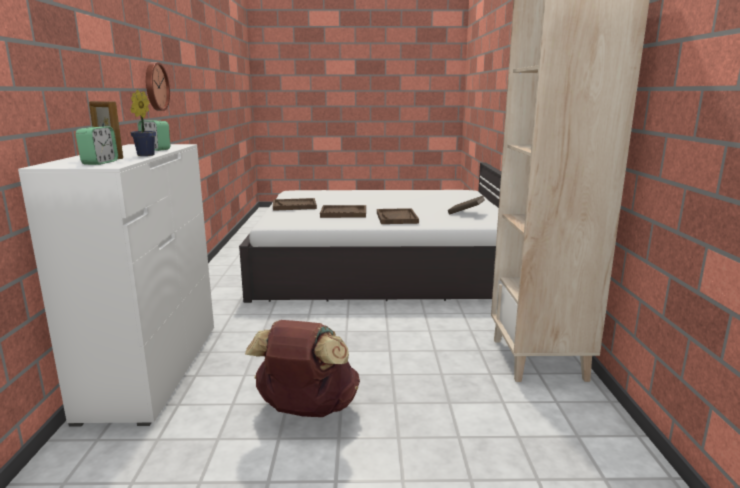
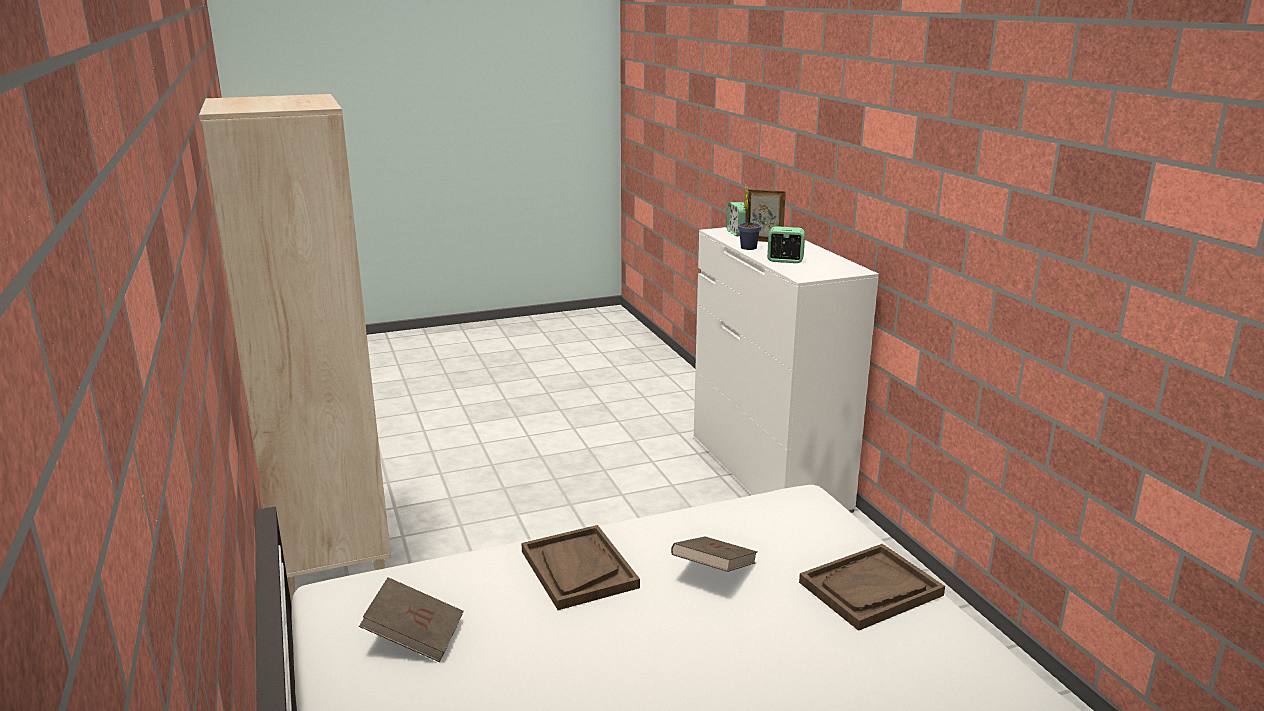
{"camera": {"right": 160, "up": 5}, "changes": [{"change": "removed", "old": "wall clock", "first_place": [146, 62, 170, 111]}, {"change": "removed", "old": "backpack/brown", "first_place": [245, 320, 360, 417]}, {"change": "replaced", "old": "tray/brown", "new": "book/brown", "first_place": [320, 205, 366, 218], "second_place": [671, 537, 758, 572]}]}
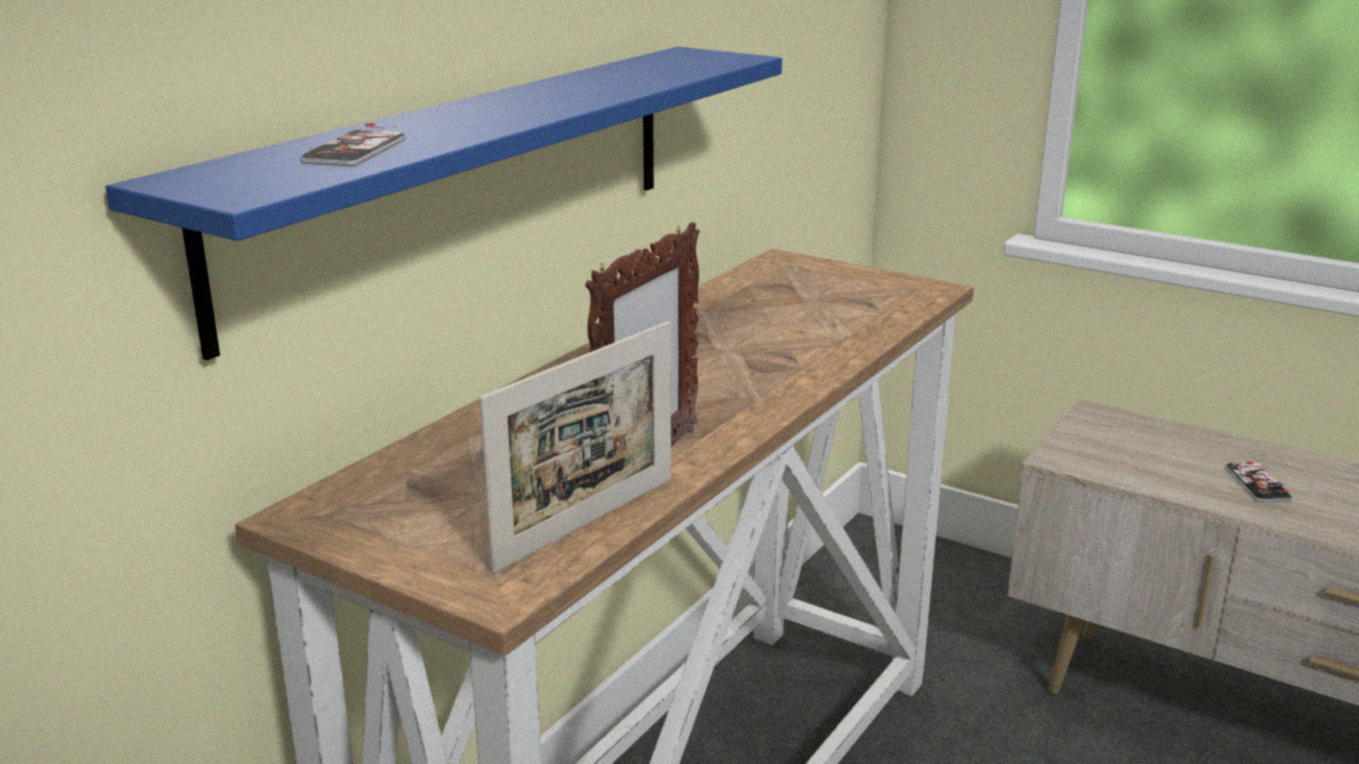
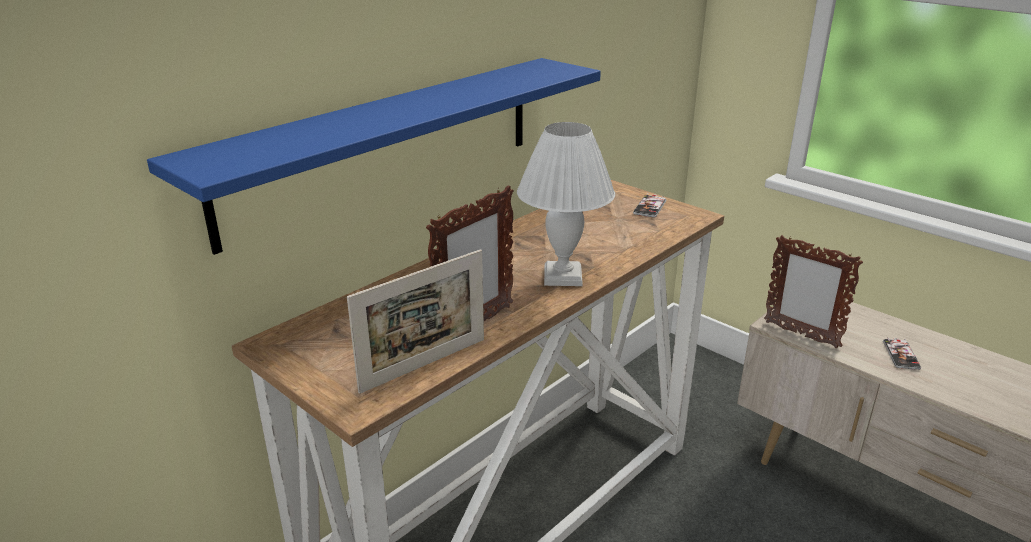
{"camera": {"right": 10, "up": 5}, "changes": [{"change": "moved", "old": "phone", "first_place": [300, 123, 406, 166], "second_place": [633, 193, 667, 218]}, {"change": "added", "new": "table lamp/white", "second_place": [517, 122, 615, 286]}, {"change": "added", "new": "picture frame", "second_place": [764, 235, 863, 349]}]}
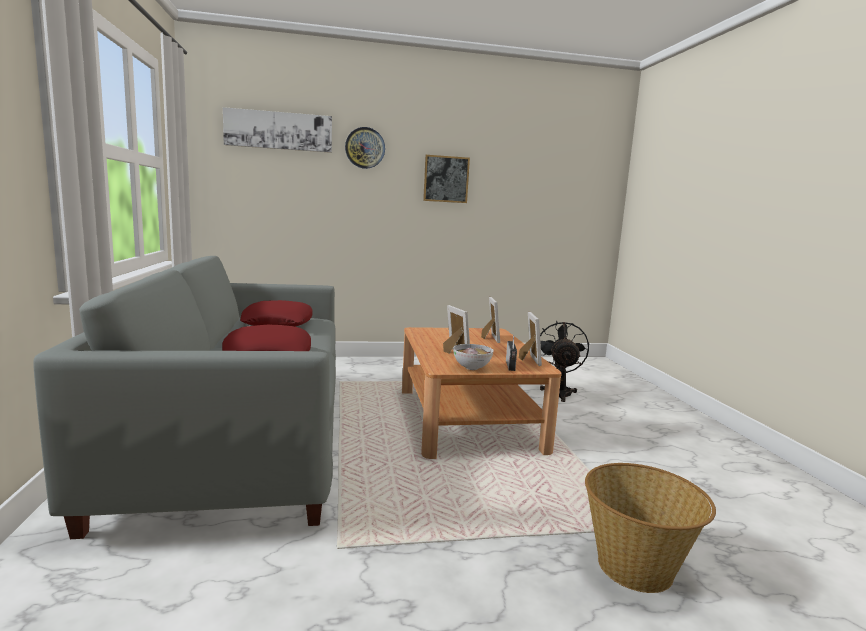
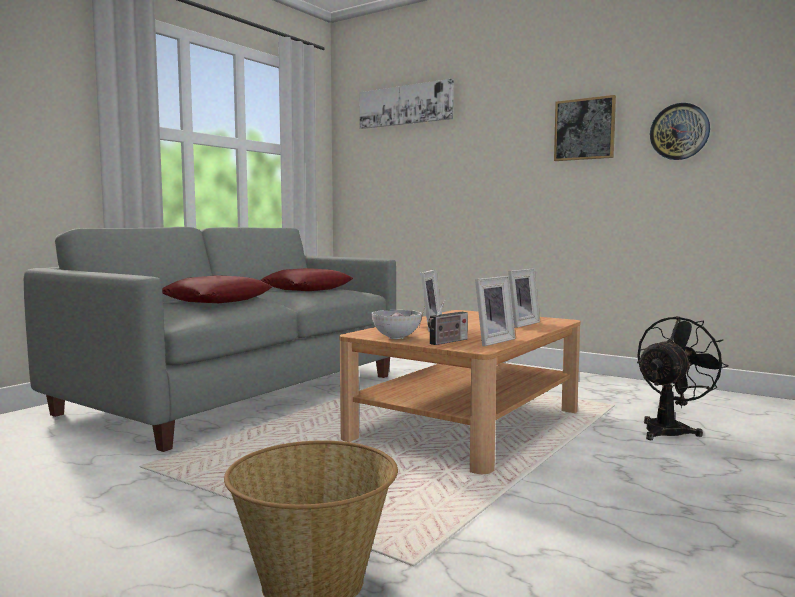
{"camera": {"right": 45, "up": -5}, "changes": [{"change": "moved", "old": "wall clock", "first_place": [345, 127, 385, 169], "second_place": [650, 103, 710, 160]}]}
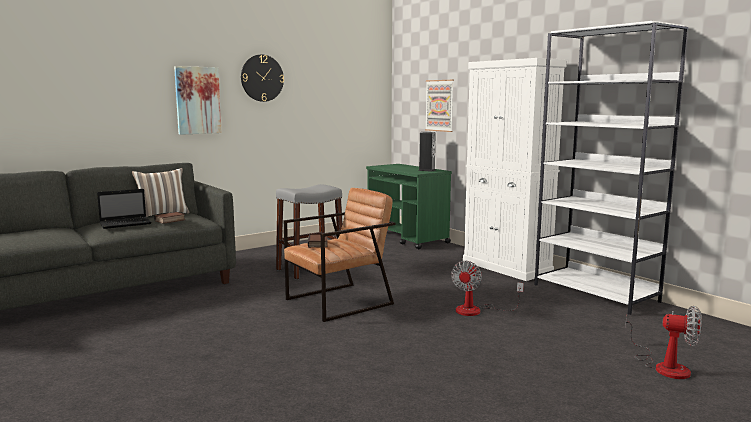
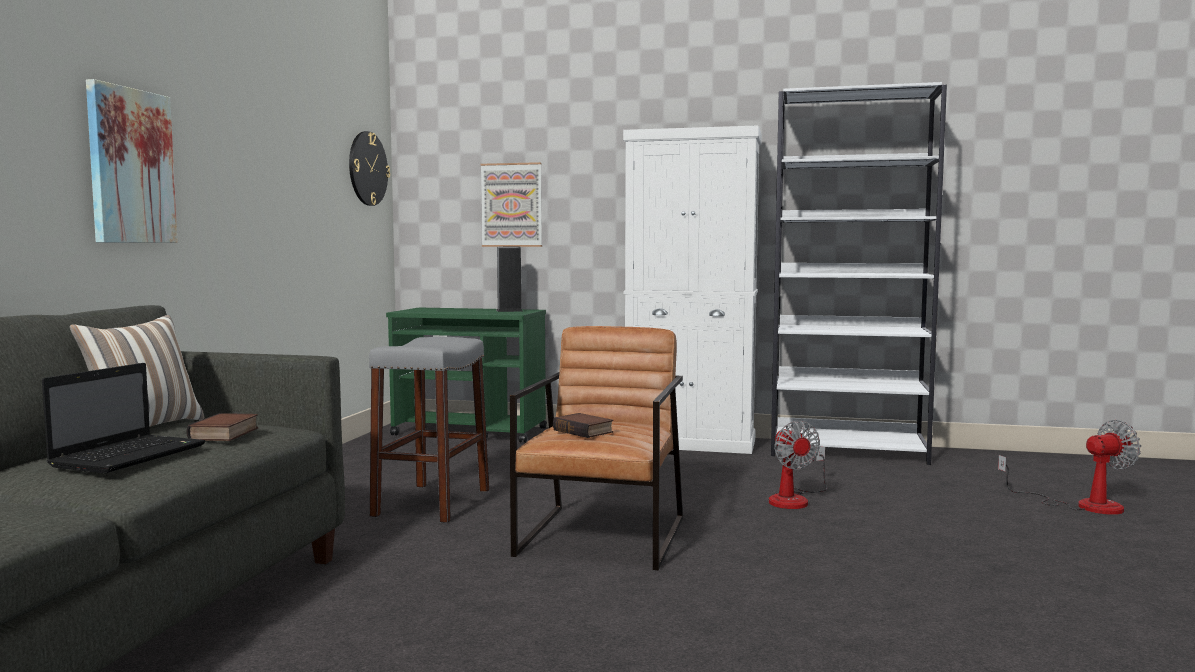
{"camera": {"right": -40, "up": -5}, "changes": [{"change": "moved", "old": "wall clock", "first_place": [241, 54, 284, 102], "second_place": [349, 131, 390, 206]}]}
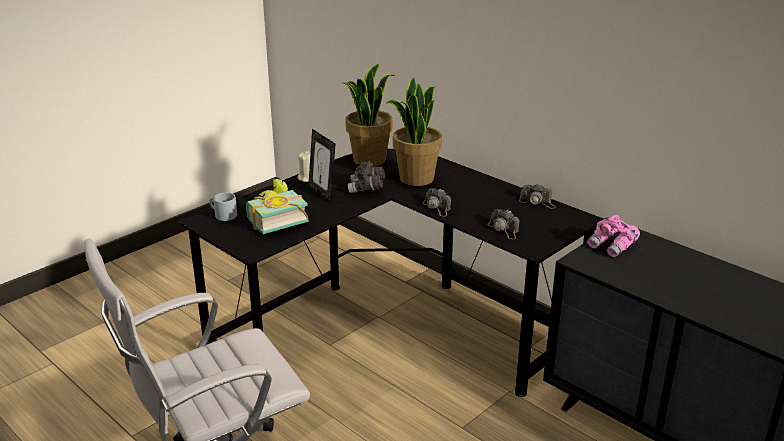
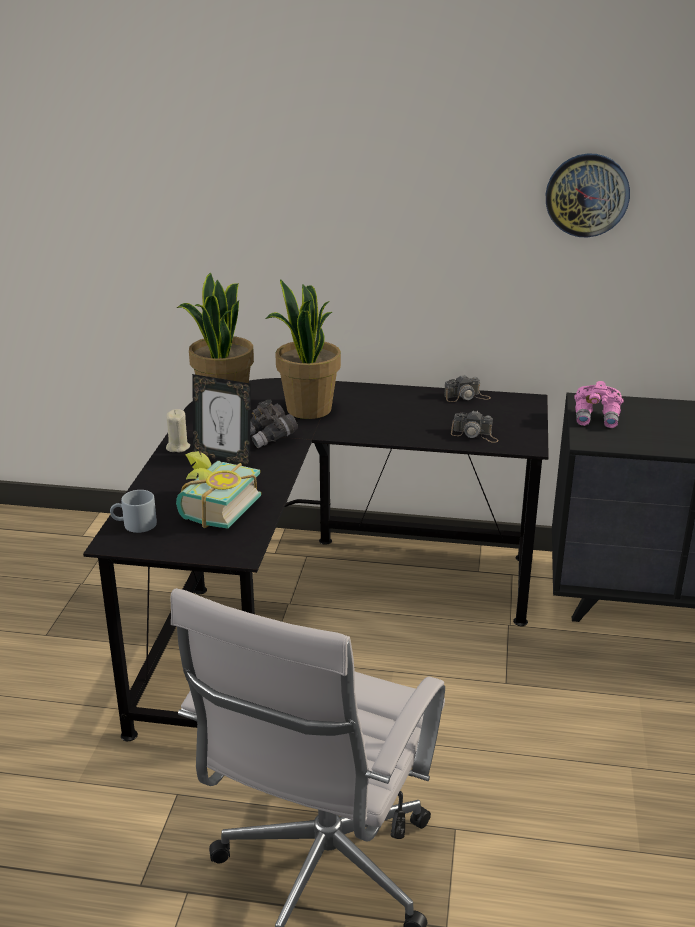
{"camera": {"right": -35, "up": 0}, "changes": [{"change": "removed", "old": "photo camera", "first_place": [422, 188, 451, 216]}, {"change": "added", "new": "wall clock", "second_place": [546, 153, 630, 238]}]}
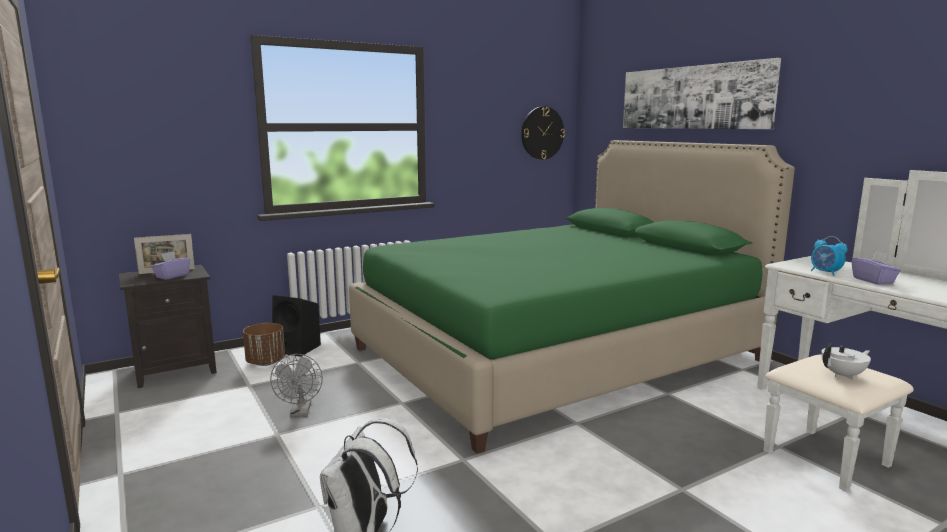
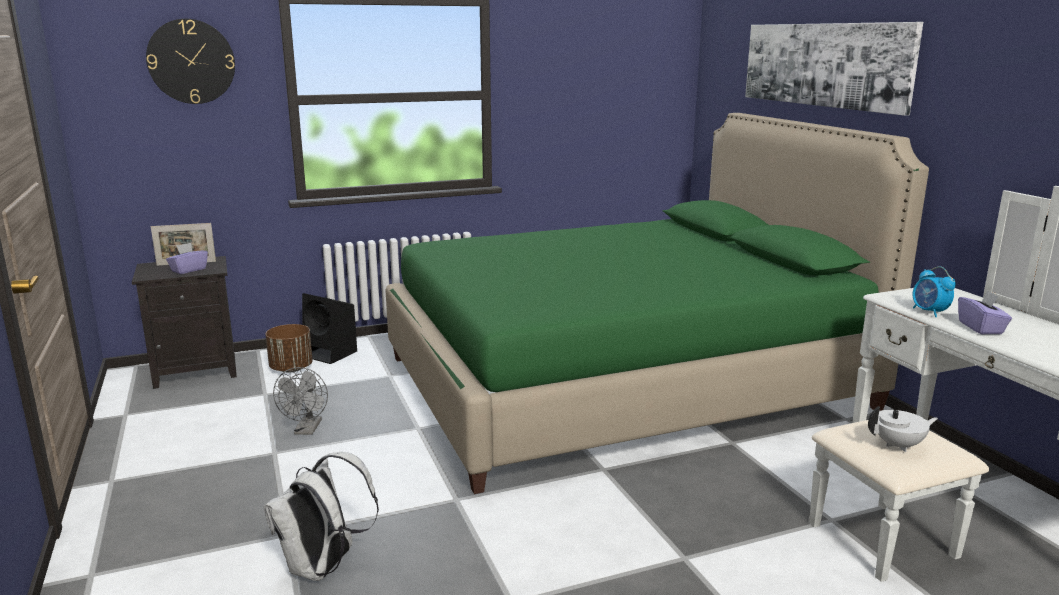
{"camera": {"right": 10, "up": 5}, "changes": [{"change": "moved", "old": "wall clock", "first_place": [521, 106, 565, 160], "second_place": [146, 19, 235, 104]}]}
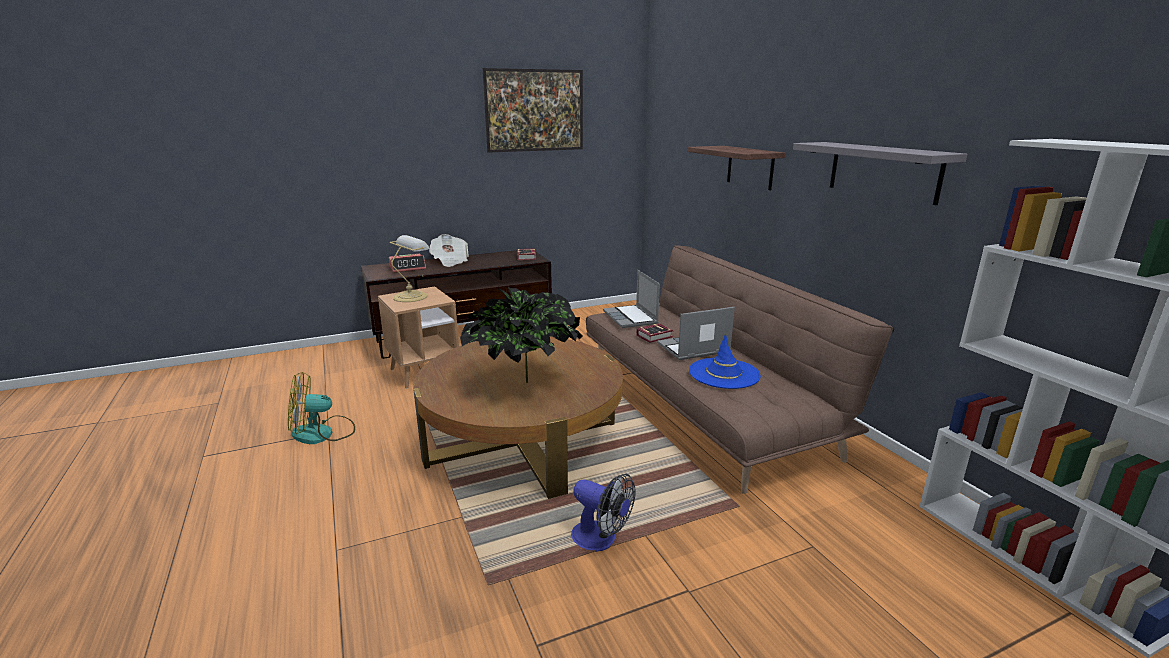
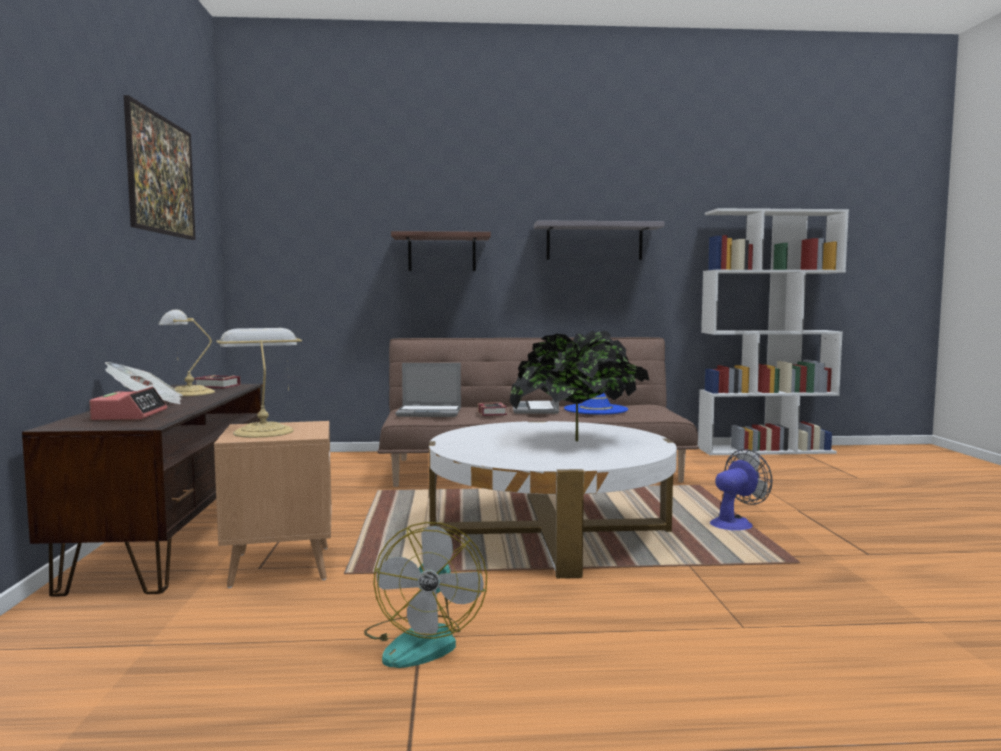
{"camera": {"right": -70, "up": -15}, "changes": [{"change": "recoloured", "old": "coffee table/brown", "new": "coffee table/white", "first_place": [413, 337, 623, 499], "second_place": [429, 421, 677, 578]}, {"change": "added", "new": "table lamp", "second_place": [158, 309, 215, 396]}]}
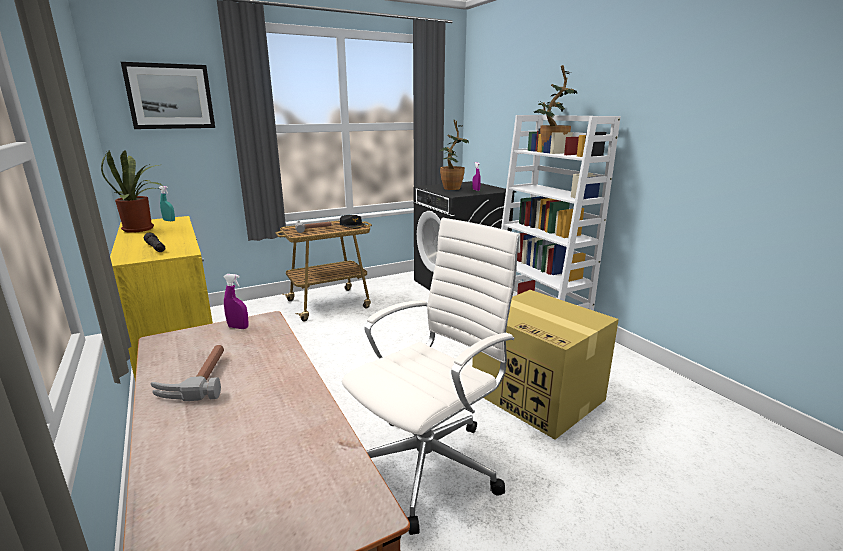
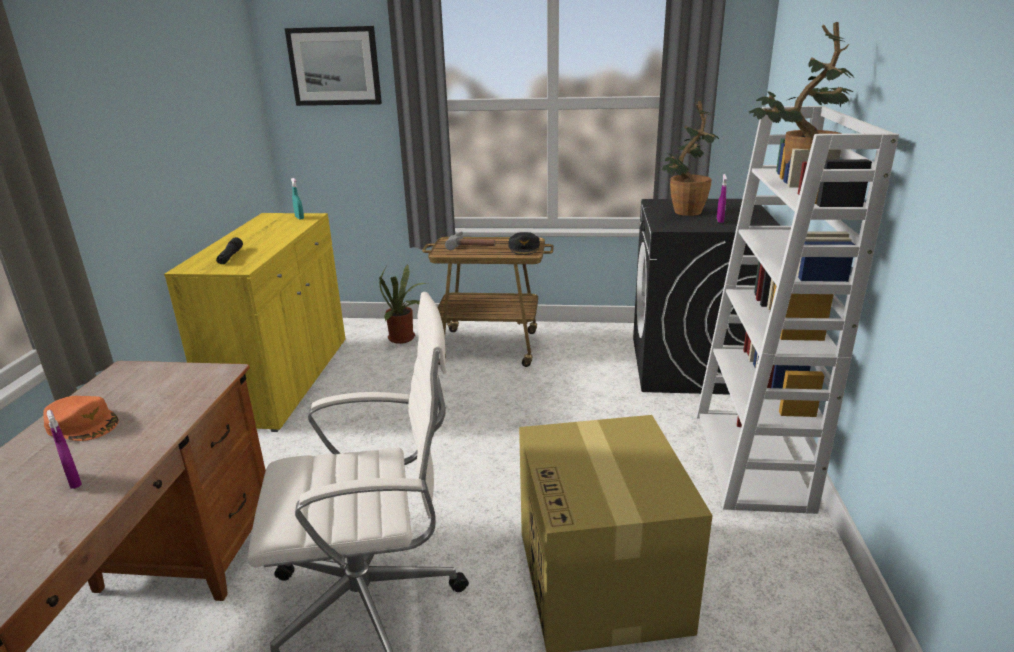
{"camera": {"right": 35, "up": 5}, "changes": [{"change": "moved", "old": "potted plant", "first_place": [101, 150, 163, 233], "second_place": [379, 264, 426, 344]}, {"change": "replaced", "old": "hammer", "new": "cap/orange", "first_place": [151, 345, 224, 401], "second_place": [43, 396, 119, 441]}, {"change": "moved", "old": "spray bottle/purple", "first_place": [223, 274, 249, 329], "second_place": [47, 410, 82, 489]}]}
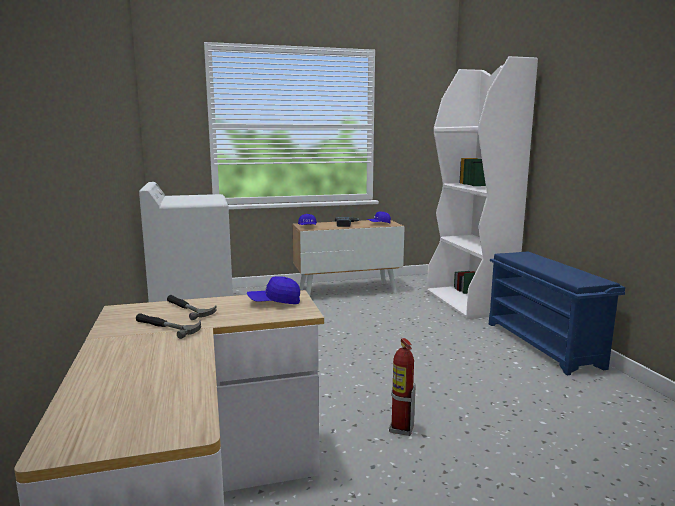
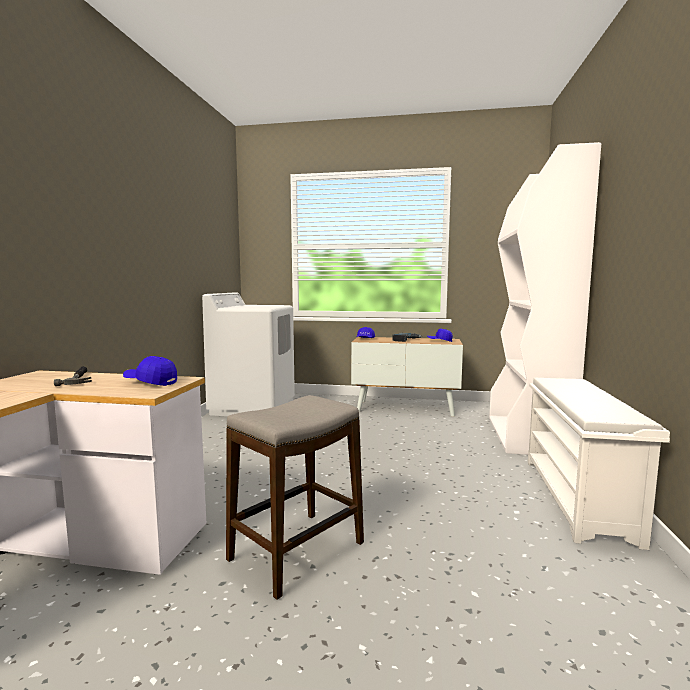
{"camera": {"right": 25, "up": -5}, "changes": [{"change": "removed", "old": "hammer", "first_place": [136, 313, 201, 339]}, {"change": "replaced", "old": "fire extinguisher", "new": "stool", "first_place": [389, 338, 416, 436], "second_place": [226, 395, 364, 600]}, {"change": "recoloured", "old": "shoe rack/blue", "new": "shoe rack/white", "first_place": [489, 252, 625, 375], "second_place": [528, 378, 670, 550]}]}
